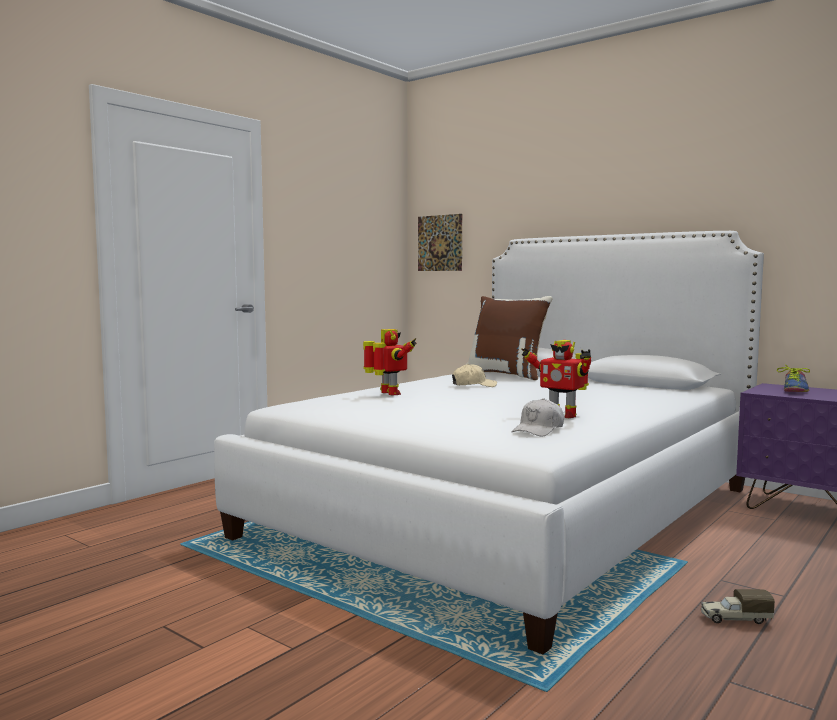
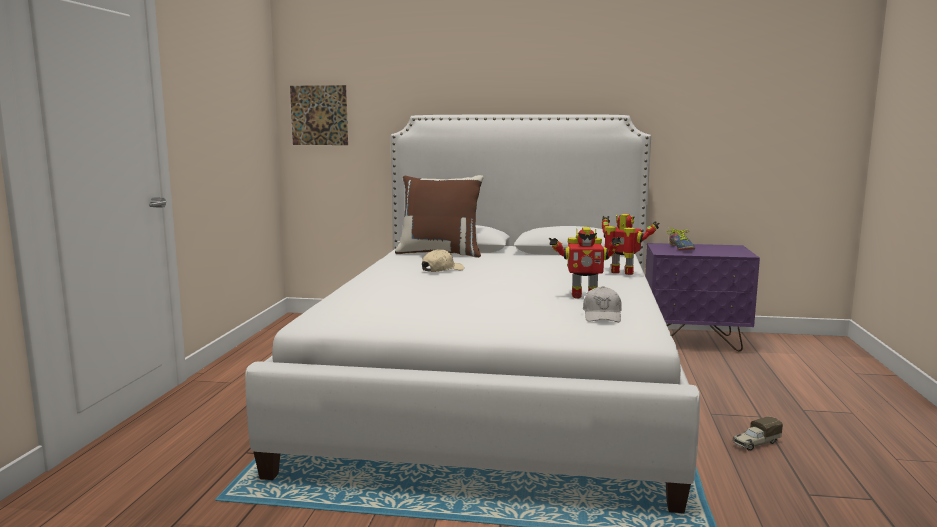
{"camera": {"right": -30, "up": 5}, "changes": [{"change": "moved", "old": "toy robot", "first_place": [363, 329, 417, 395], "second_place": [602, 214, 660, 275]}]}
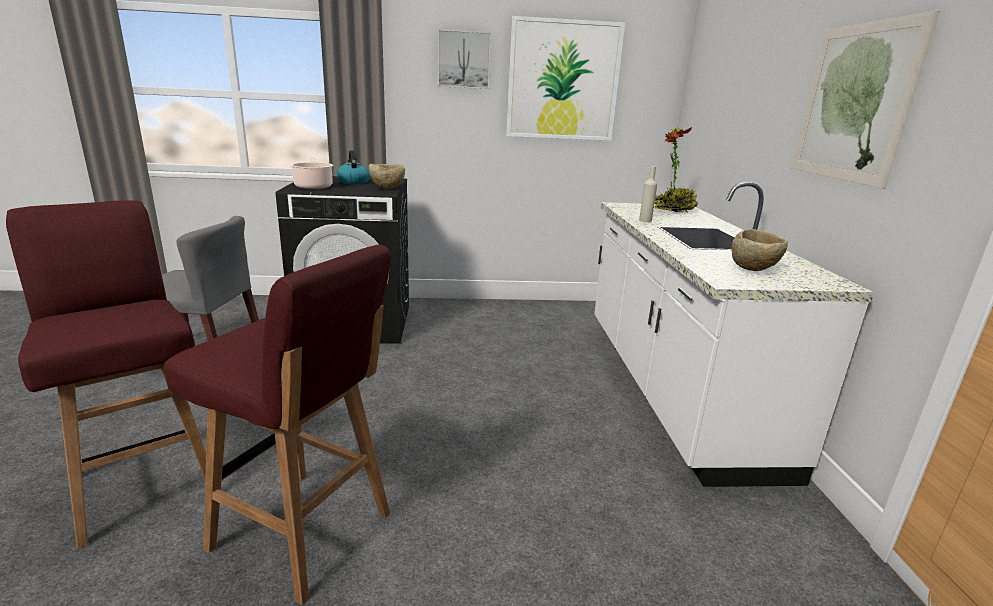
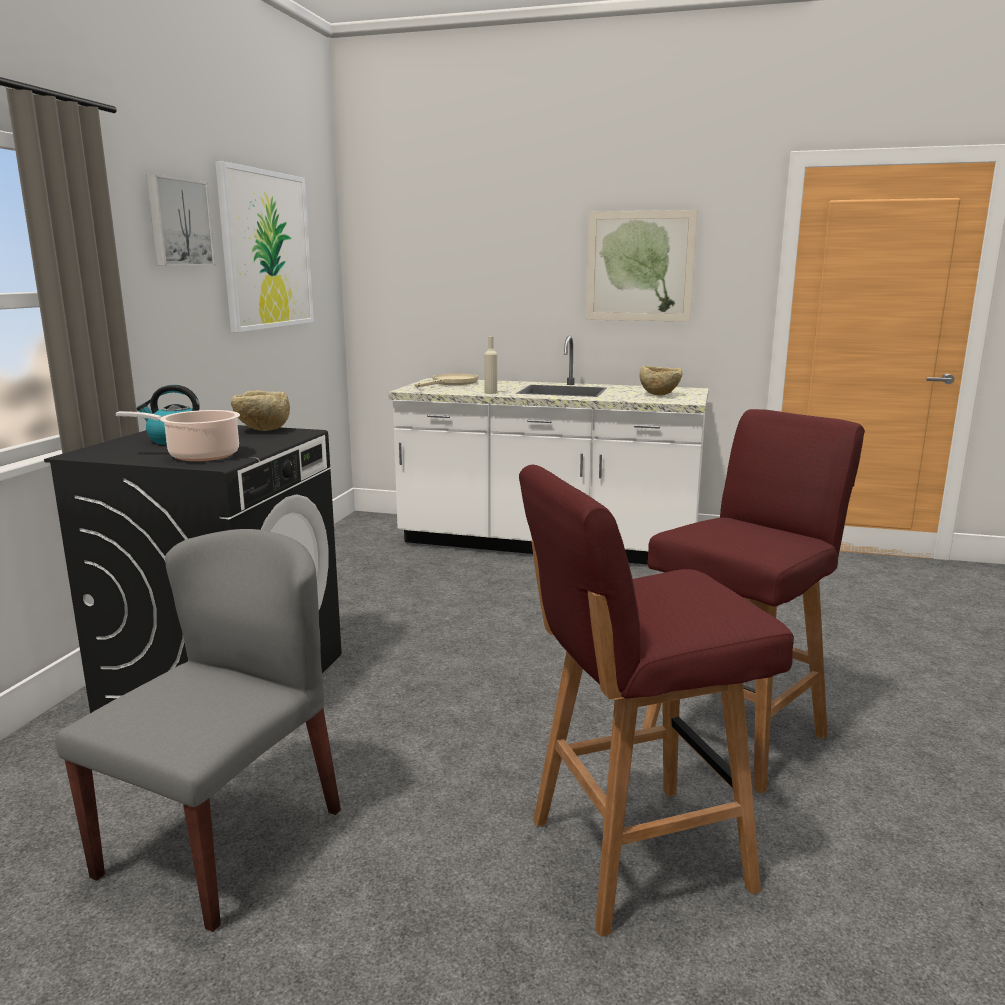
{"camera": {"right": -70, "up": -5}, "changes": [{"change": "replaced", "old": "potted plant", "new": "frying pan/beige", "first_place": [654, 127, 699, 212], "second_place": [414, 373, 478, 388]}]}
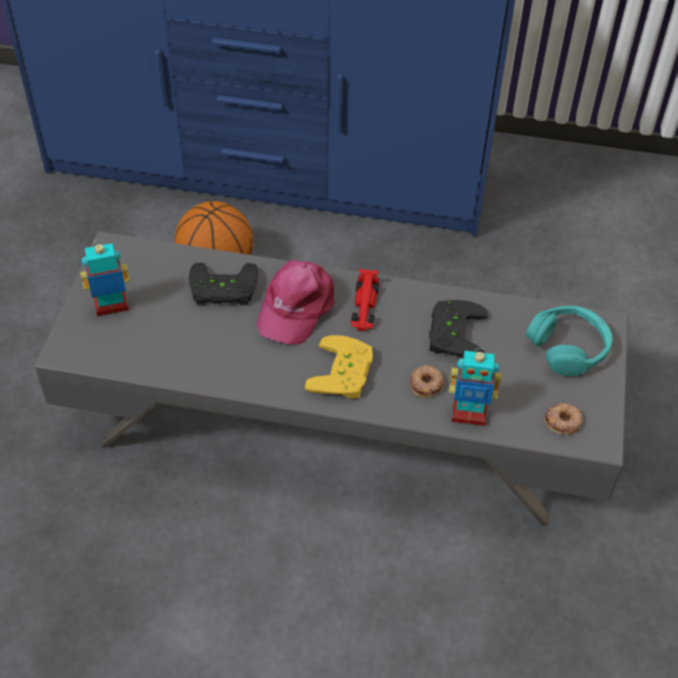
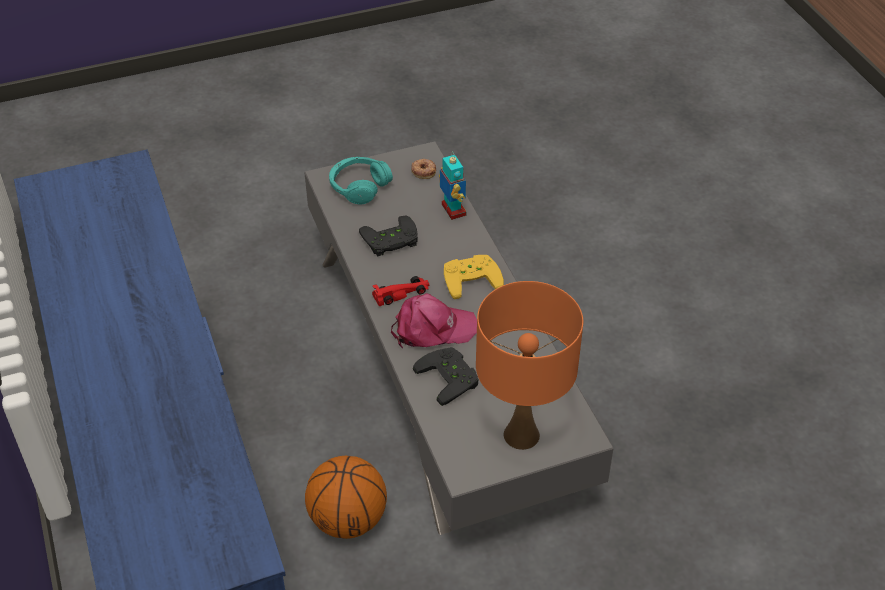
{"camera": {"right": -120, "up": -5}, "changes": [{"change": "replaced", "old": "toy robot", "new": "table lamp/orange", "first_place": [80, 239, 130, 317], "second_place": [476, 281, 583, 450]}, {"change": "removed", "old": "donut", "first_place": [409, 365, 444, 398]}]}
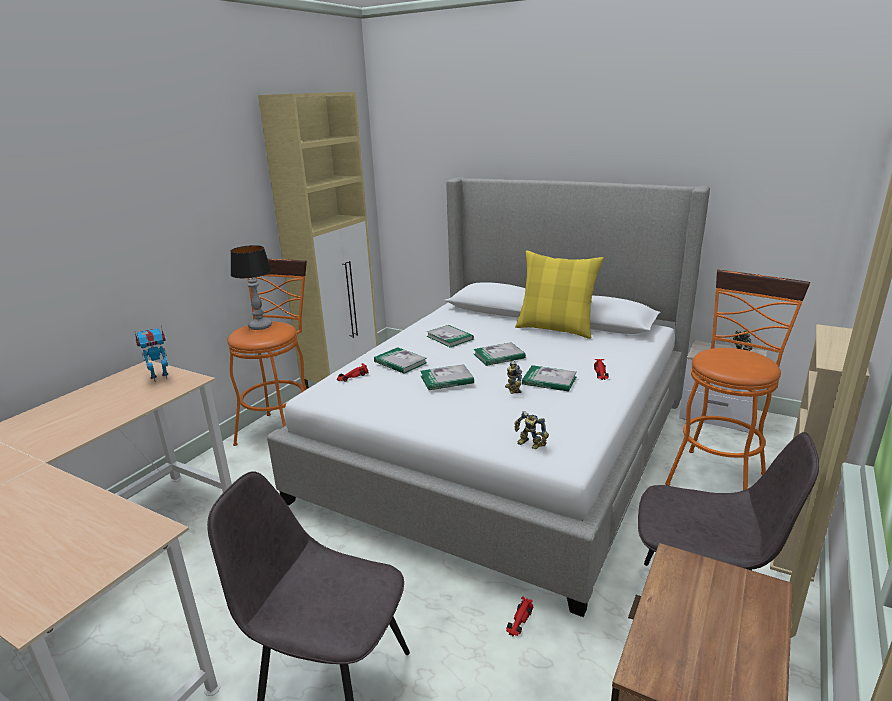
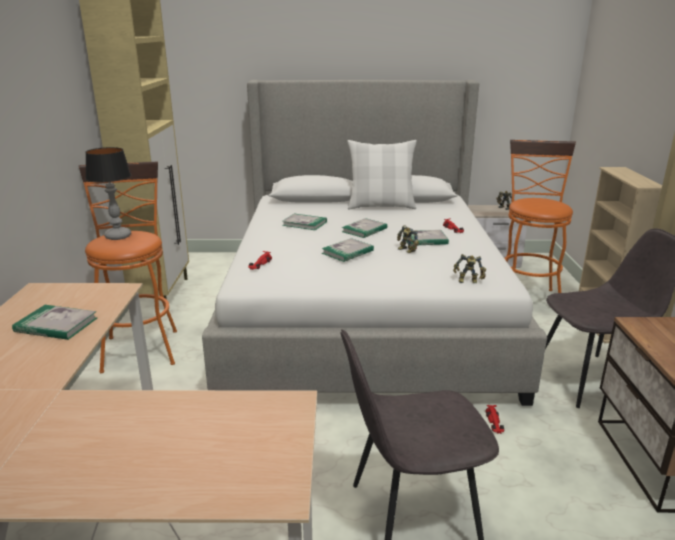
{"camera": {"right": -30, "up": 0}, "changes": [{"change": "removed", "old": "toy robot", "first_place": [135, 325, 168, 382]}, {"change": "moved", "old": "book", "first_place": [374, 347, 427, 374], "second_place": [12, 305, 97, 340]}, {"change": "recoloured", "old": "pillow/yellow", "new": "pillow/white", "first_place": [515, 251, 604, 339], "second_place": [347, 140, 417, 209]}]}
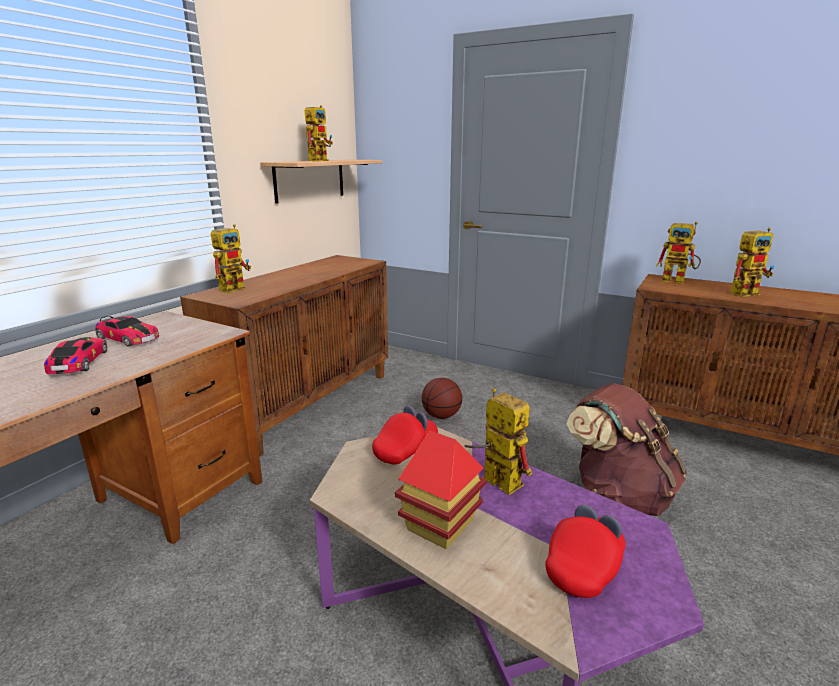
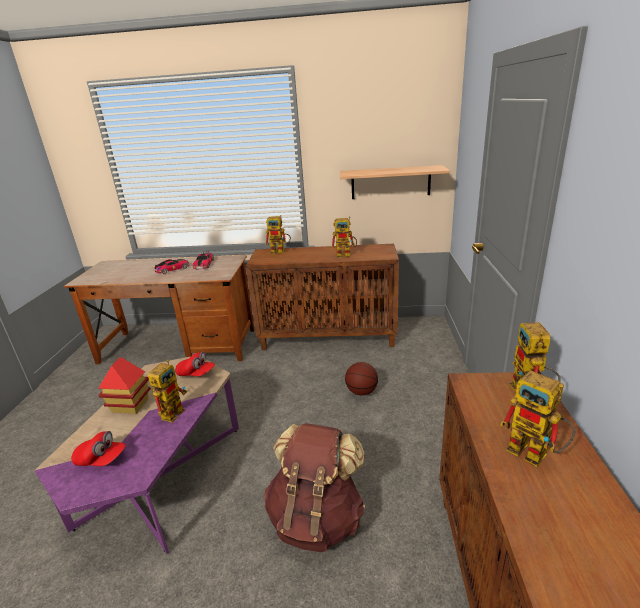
{"camera": {"right": 65, "up": 5}, "changes": [{"change": "moved", "old": "toy robot", "first_place": [305, 105, 333, 161], "second_place": [331, 216, 357, 258]}]}
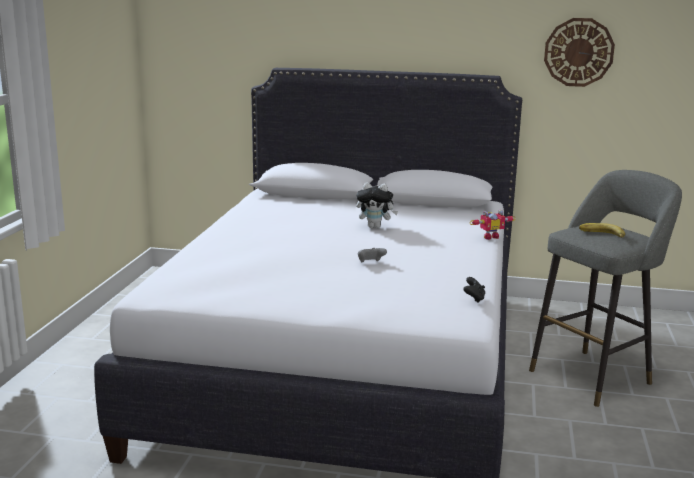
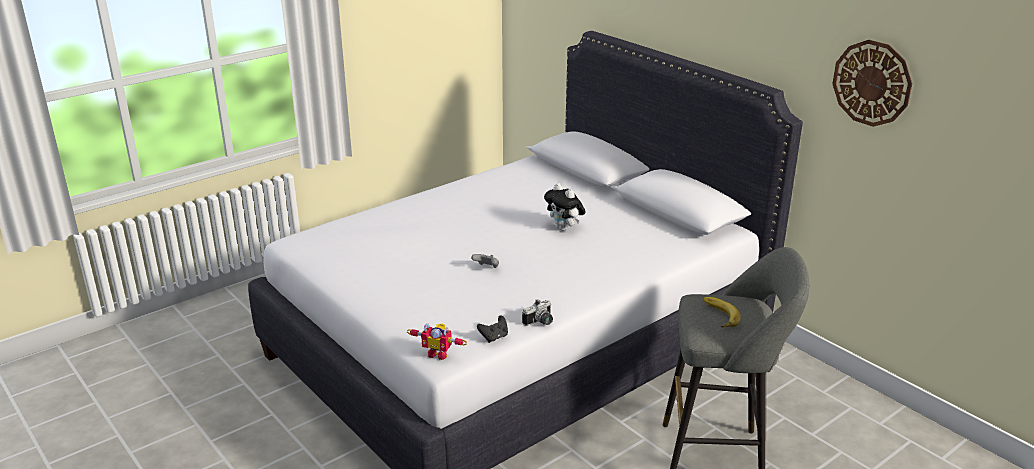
{"camera": {"right": 40, "up": 10}, "changes": [{"change": "moved", "old": "toy robot", "first_place": [469, 209, 516, 240], "second_place": [407, 323, 467, 360]}, {"change": "added", "new": "photo camera", "second_place": [522, 299, 553, 326]}]}
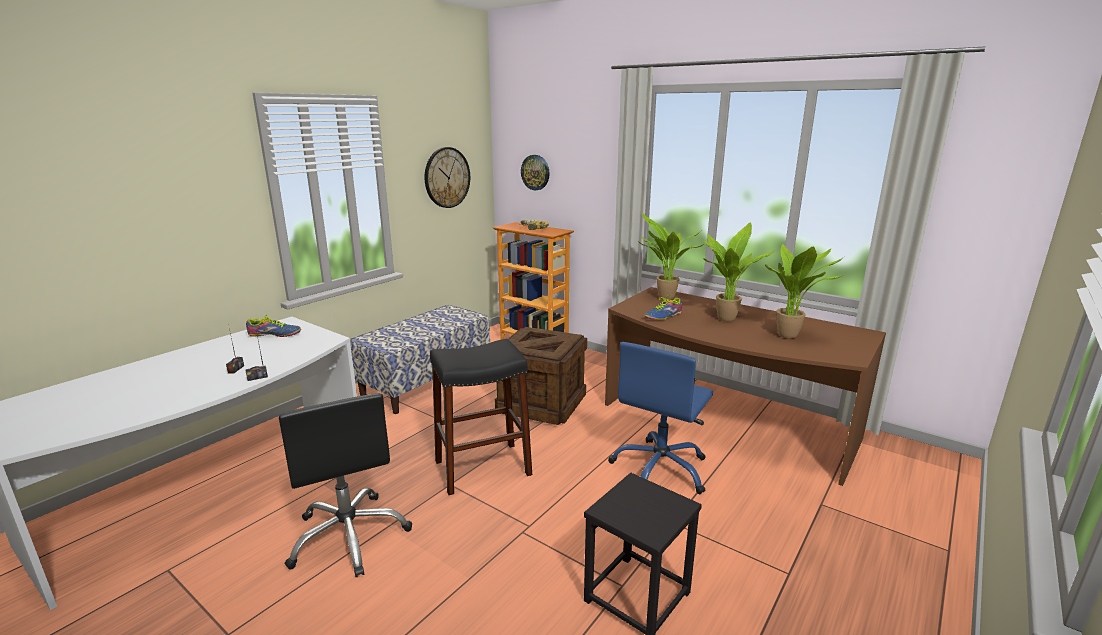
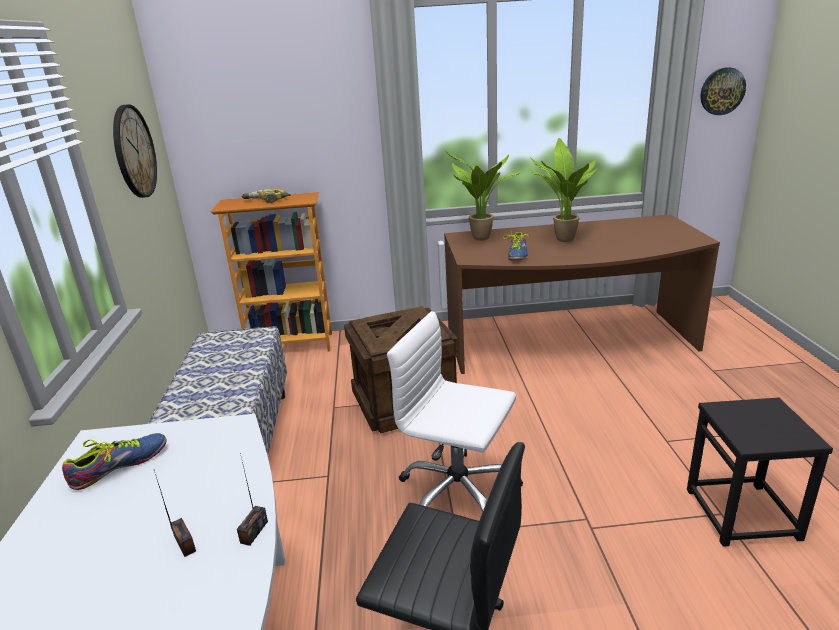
{"camera": {"right": -40, "up": 5}, "changes": [{"change": "replaced", "old": "stool/black", "new": "office chair/white", "first_place": [430, 339, 532, 495], "second_place": [387, 311, 523, 512]}, {"change": "moved", "old": "wall clock", "first_place": [521, 155, 550, 191], "second_place": [701, 67, 746, 115]}, {"change": "removed", "old": "office chair/blue", "first_place": [608, 342, 713, 494]}, {"change": "removed", "old": "potted plant", "first_place": [765, 244, 845, 339]}]}
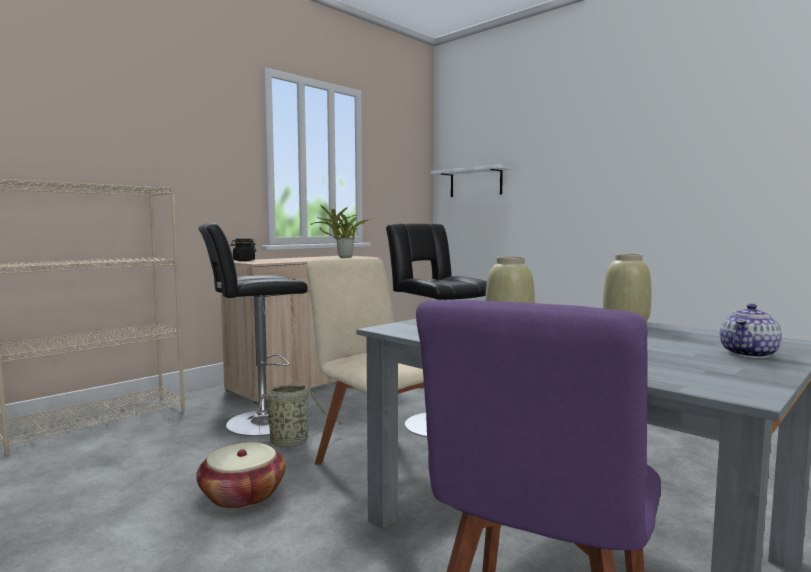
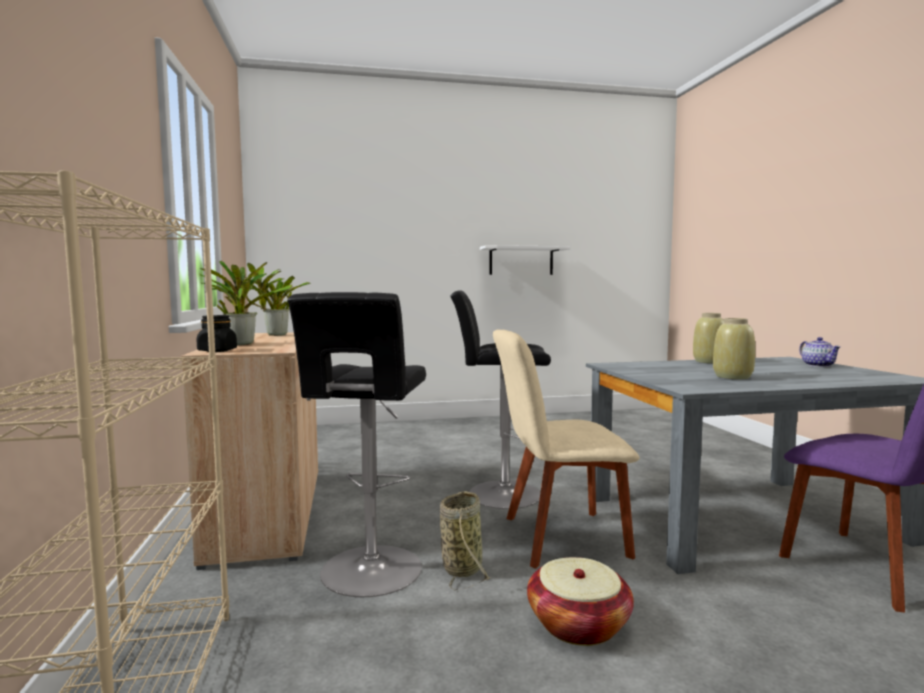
{"camera": {"right": -55, "up": 0}, "changes": [{"change": "moved", "old": "shelf/white", "first_place": [431, 165, 511, 197], "second_place": [480, 245, 571, 275]}, {"change": "added", "new": "potted plant", "second_place": [199, 261, 293, 345]}]}
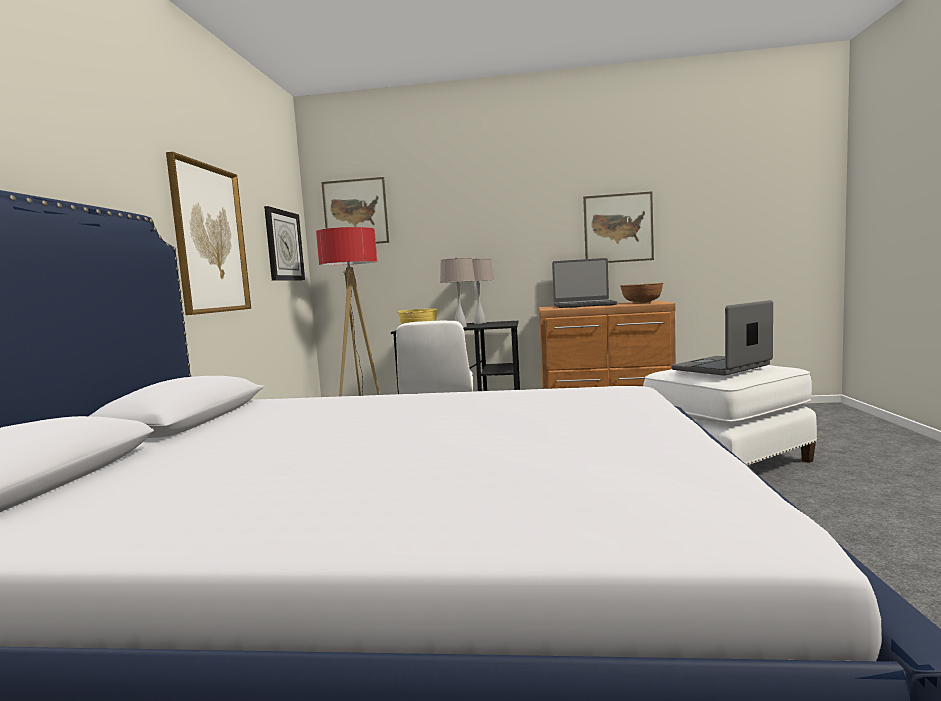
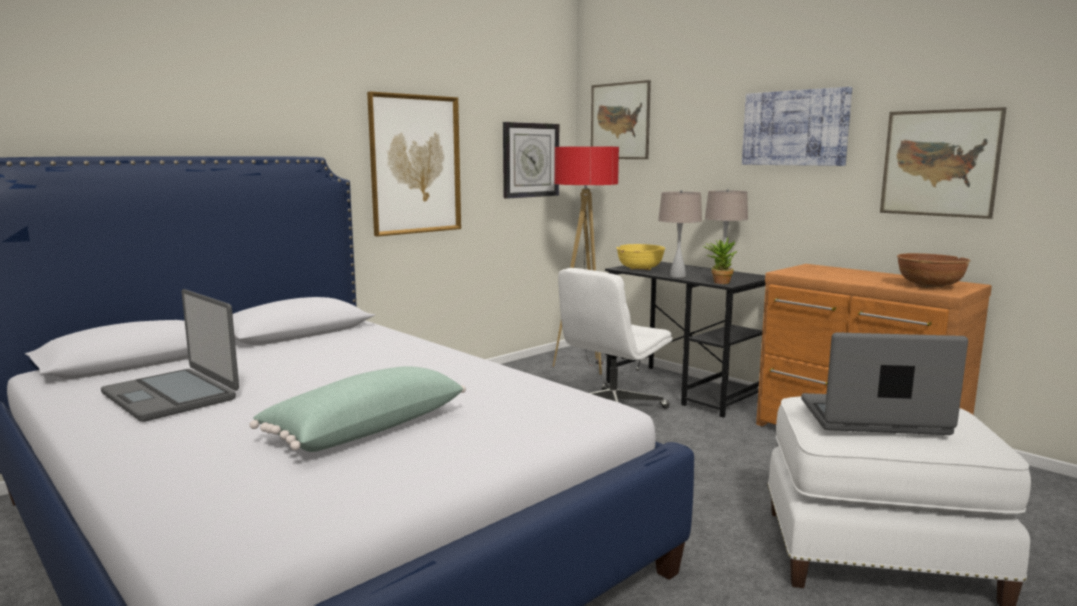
{"camera": {"right": 40, "up": 5}, "changes": [{"change": "moved", "old": "laptop", "first_place": [552, 258, 617, 308], "second_place": [101, 289, 239, 422]}, {"change": "added", "new": "pillow/green", "second_place": [250, 366, 466, 452]}, {"change": "added", "new": "potted plant", "second_place": [703, 237, 737, 284]}, {"change": "added", "new": "picture", "second_place": [742, 87, 852, 166]}]}
